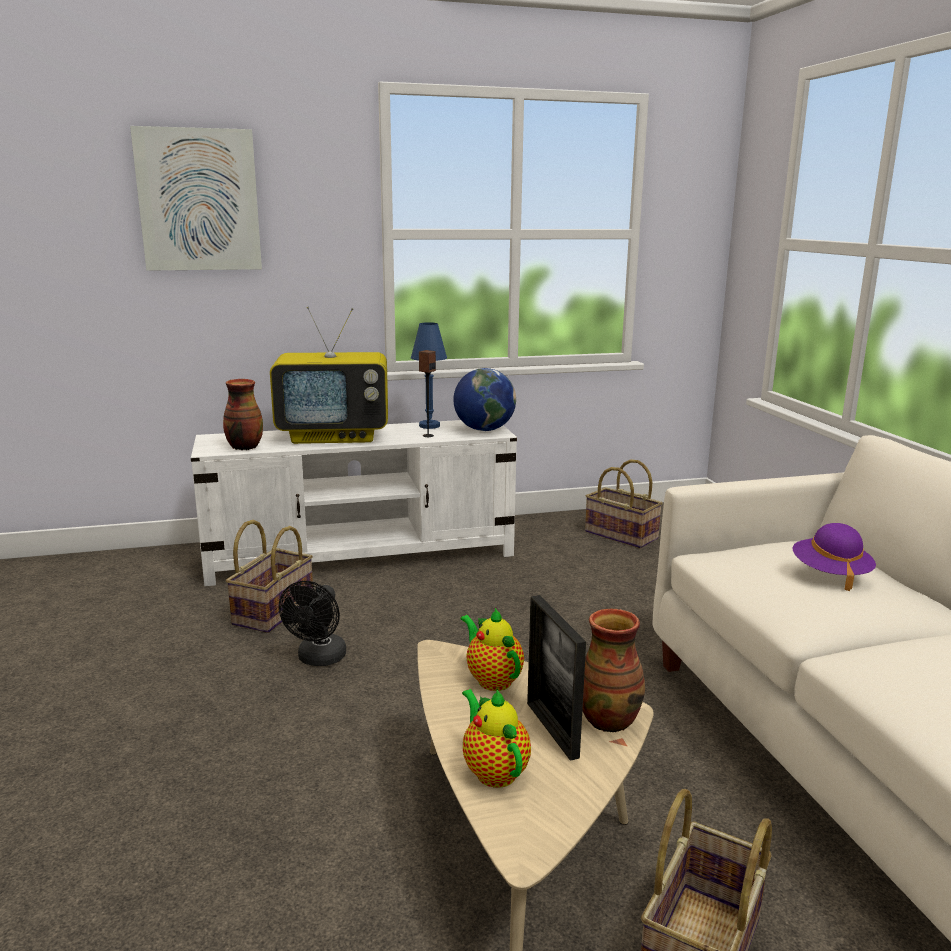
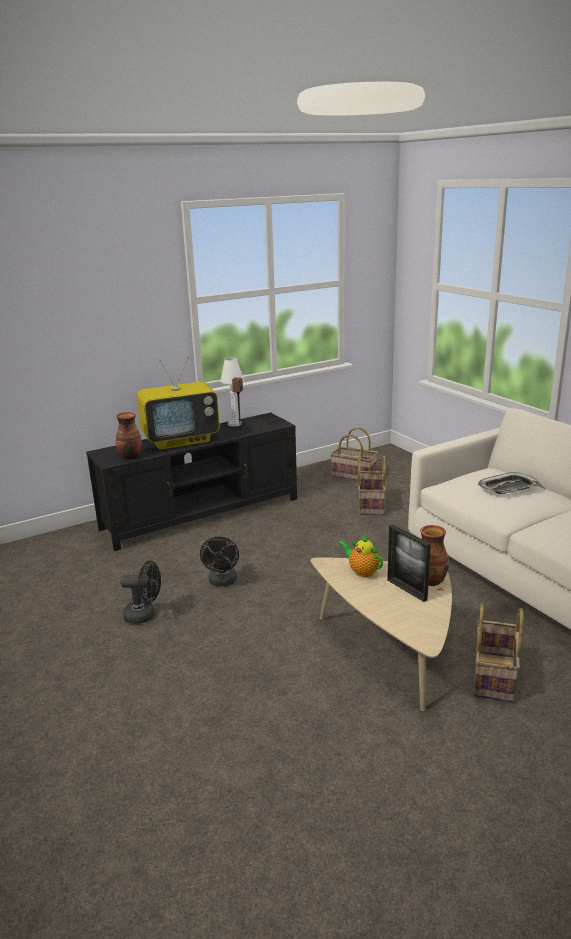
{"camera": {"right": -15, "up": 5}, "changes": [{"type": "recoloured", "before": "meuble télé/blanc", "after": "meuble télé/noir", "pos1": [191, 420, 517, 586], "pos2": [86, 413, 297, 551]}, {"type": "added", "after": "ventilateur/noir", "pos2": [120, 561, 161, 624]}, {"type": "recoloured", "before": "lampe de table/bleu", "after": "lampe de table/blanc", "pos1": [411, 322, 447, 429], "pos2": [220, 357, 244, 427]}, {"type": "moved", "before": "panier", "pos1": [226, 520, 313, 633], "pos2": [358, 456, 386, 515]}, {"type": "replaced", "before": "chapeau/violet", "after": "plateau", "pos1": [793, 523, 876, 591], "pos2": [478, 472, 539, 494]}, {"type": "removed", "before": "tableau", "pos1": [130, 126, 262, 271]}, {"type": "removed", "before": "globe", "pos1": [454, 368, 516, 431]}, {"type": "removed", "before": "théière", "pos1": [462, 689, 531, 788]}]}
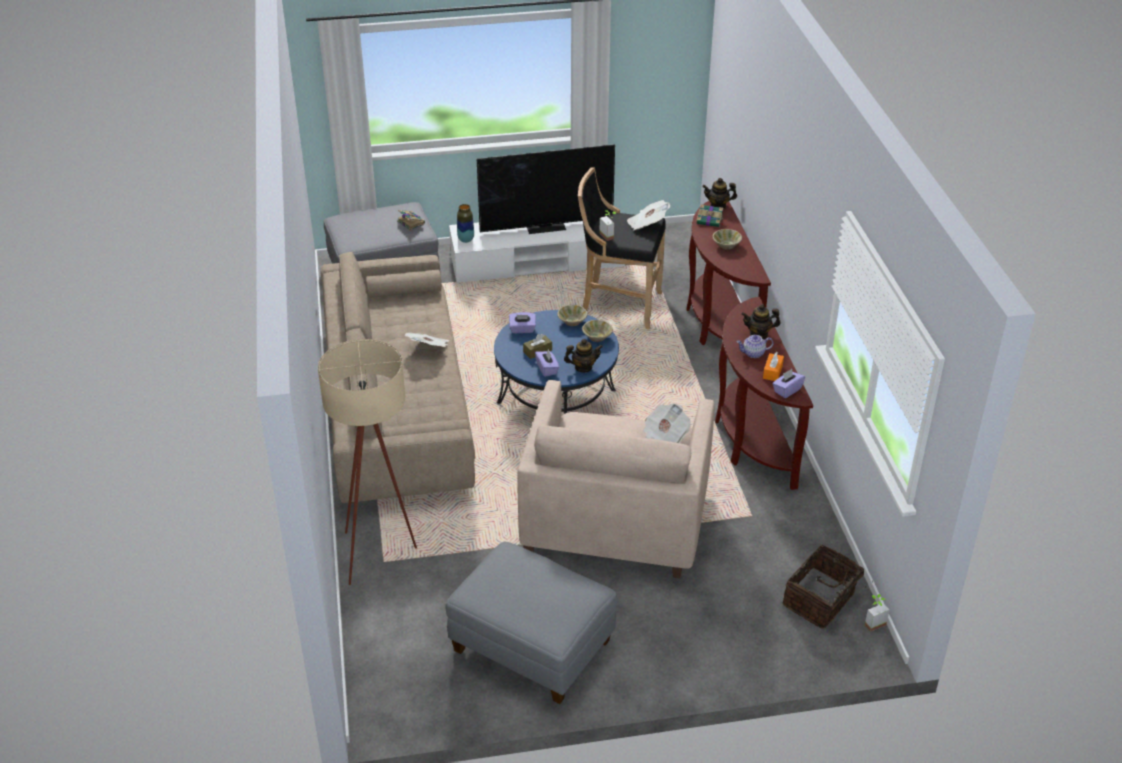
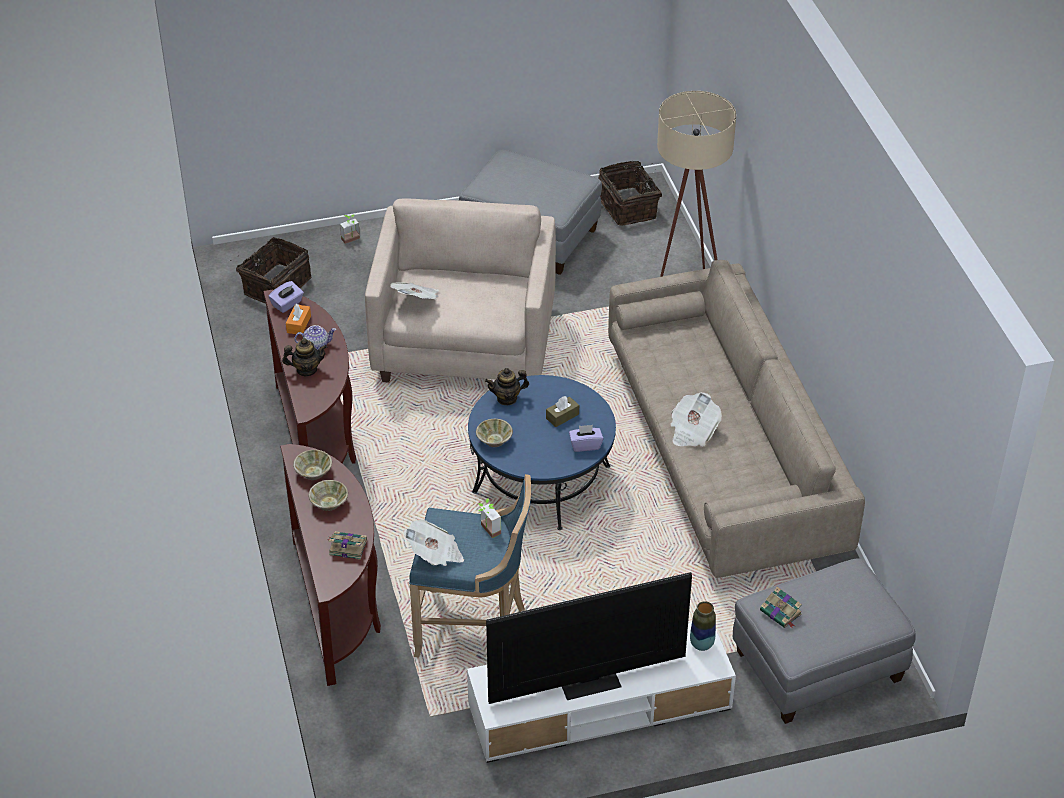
{"camera": {"right": 175, "up": 5}, "changes": [{"type": "moved", "before": "bol/beige", "pos1": [557, 305, 587, 326], "pos2": [293, 450, 332, 480]}, {"type": "moved", "before": "plante en pot", "pos1": [865, 594, 889, 632], "pos2": [340, 214, 360, 244]}, {"type": "recoloured", "before": "tabouret/noir", "after": "tabouret/bleu", "pos1": [578, 167, 666, 330], "pos2": [409, 474, 531, 658]}, {"type": "added", "after": "panier", "pos2": [599, 161, 662, 226]}, {"type": "removed", "before": "boîte à mouchoirs/violet", "pos1": [535, 349, 559, 377]}, {"type": "removed", "before": "théière", "pos1": [702, 178, 737, 210]}]}
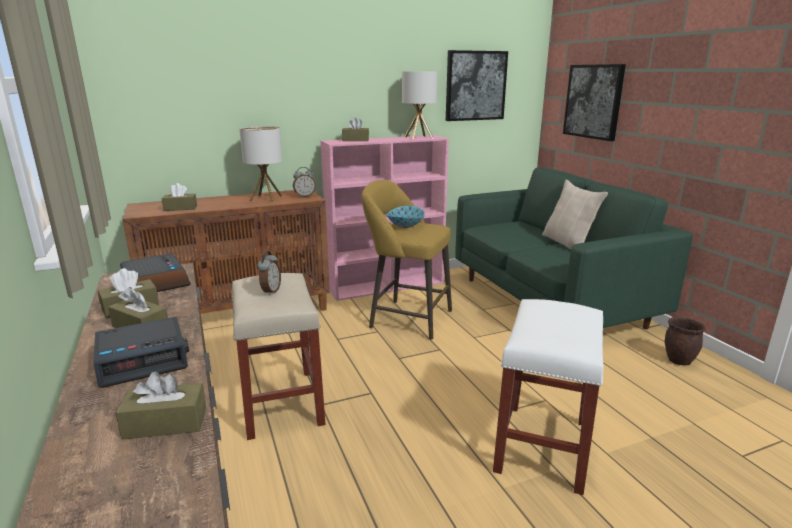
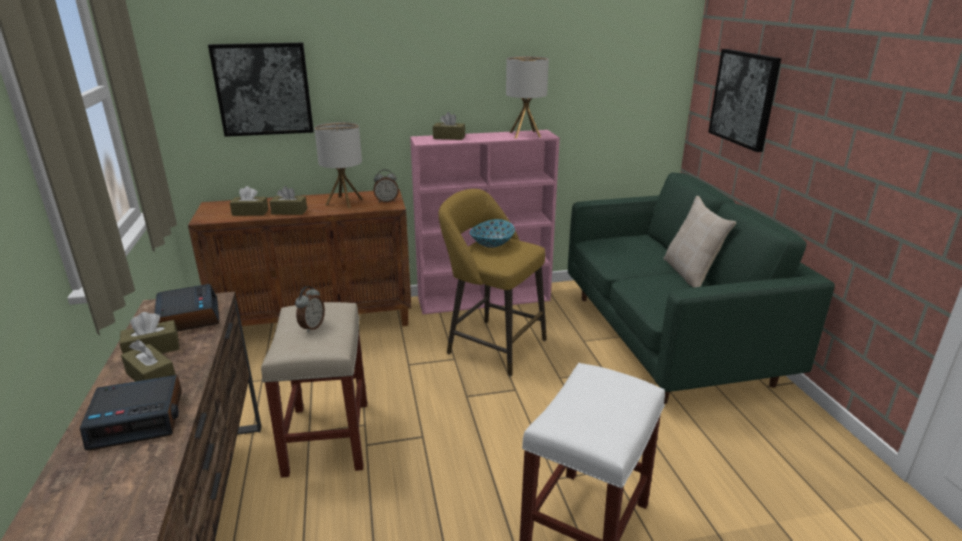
{"camera": {"right": 10, "up": 5}, "changes": [{"type": "moved", "before": "tableau", "pos1": [446, 50, 508, 121], "pos2": [208, 43, 314, 137]}, {"type": "moved", "before": "boîte à mouchoirs/marron", "pos1": [116, 371, 207, 440], "pos2": [270, 186, 307, 215]}, {"type": "removed", "before": "cache-pot/marron", "pos1": [664, 317, 706, 366]}]}
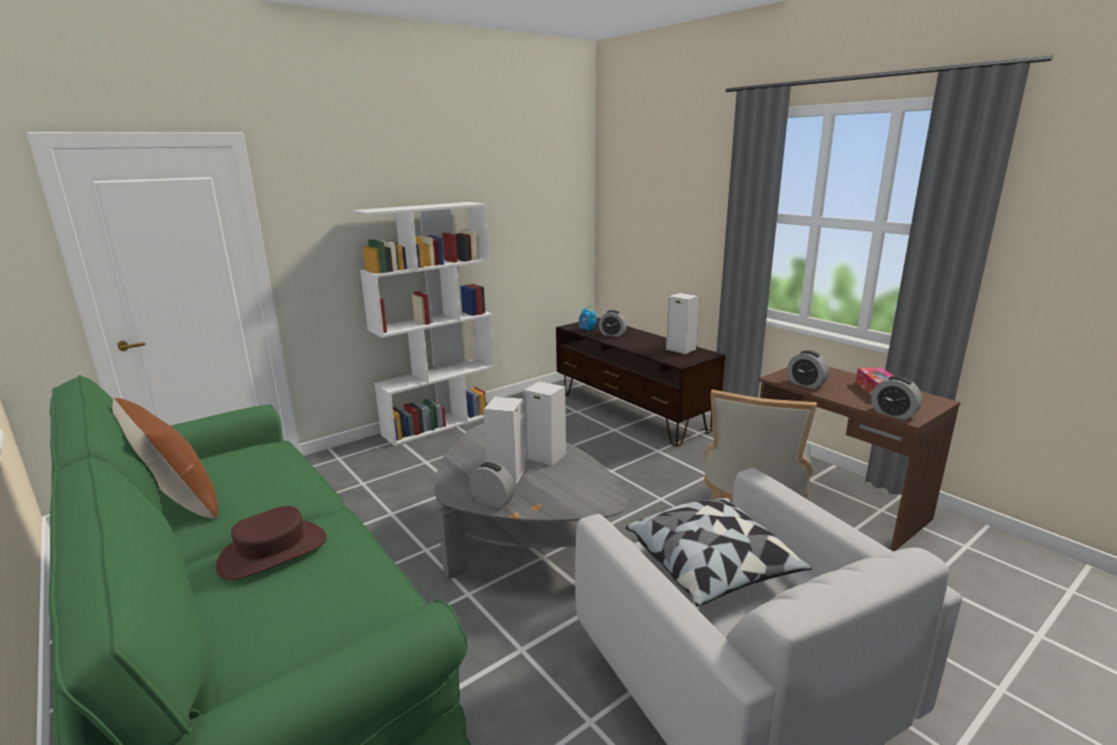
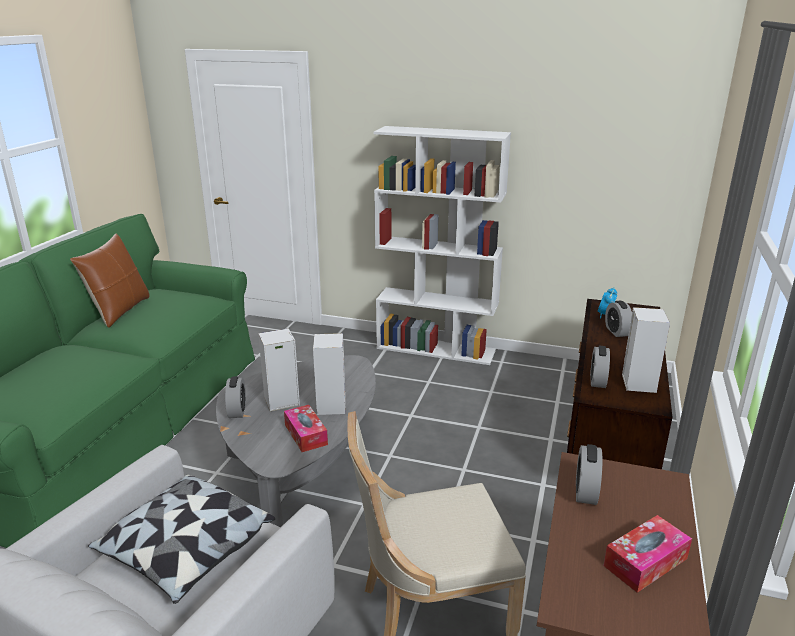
{"camera": {"right": 55, "up": 5}, "changes": [{"type": "added", "after": "boîte à mouchoirs", "pos2": [284, 405, 328, 452]}, {"type": "moved", "before": "réveil", "pos1": [871, 376, 922, 420], "pos2": [590, 346, 610, 388]}, {"type": "removed", "before": "chapeau/marron", "pos1": [216, 506, 327, 580]}]}
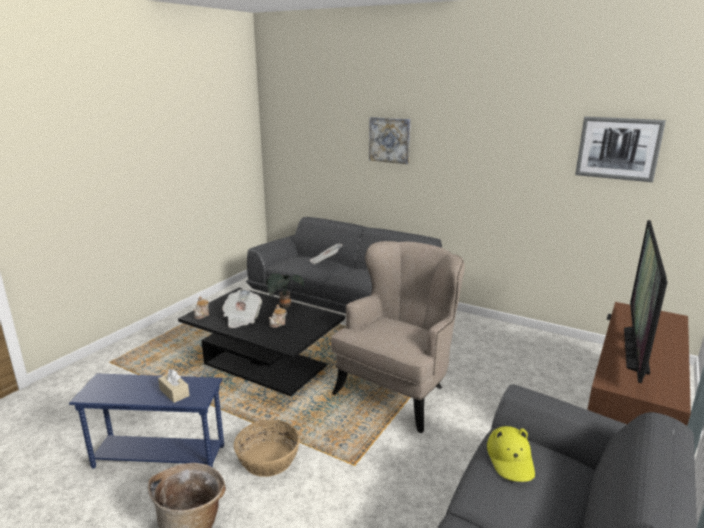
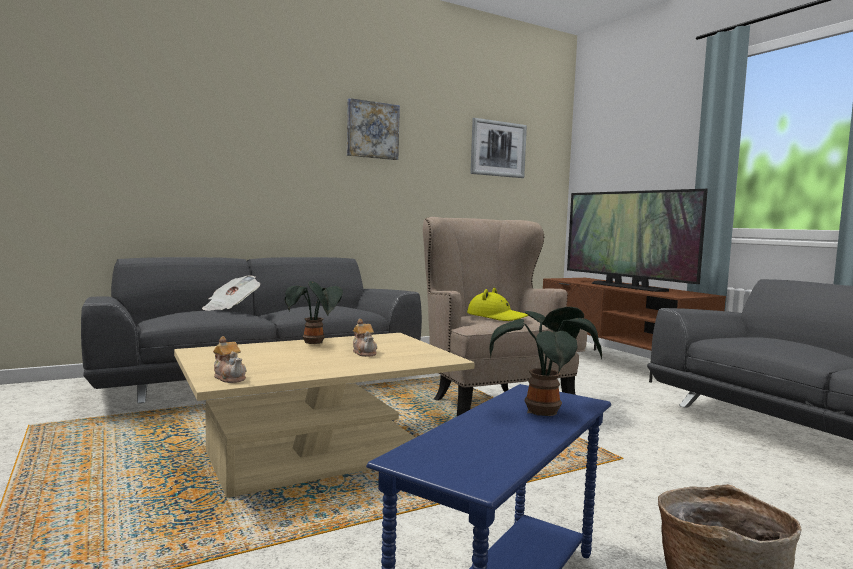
{"camera": {"right": -60, "up": -15}, "changes": [{"type": "recoloured", "before": "table basse/noir", "after": "table basse/beige", "pos1": [178, 288, 345, 396], "pos2": [174, 333, 475, 498]}, {"type": "moved", "before": "tableau", "pos1": [369, 117, 411, 164], "pos2": [347, 98, 400, 160]}, {"type": "moved", "before": "chapeau/jaune", "pos1": [487, 426, 535, 482], "pos2": [467, 287, 529, 321]}, {"type": "replaced", "before": "boîte à mouchoirs/beige", "after": "plante en pot", "pos1": [158, 369, 190, 403], "pos2": [489, 307, 602, 416]}, {"type": "removed", "before": "journal", "pos1": [222, 289, 262, 328]}, {"type": "removed", "before": "panier", "pos1": [234, 420, 300, 477]}]}
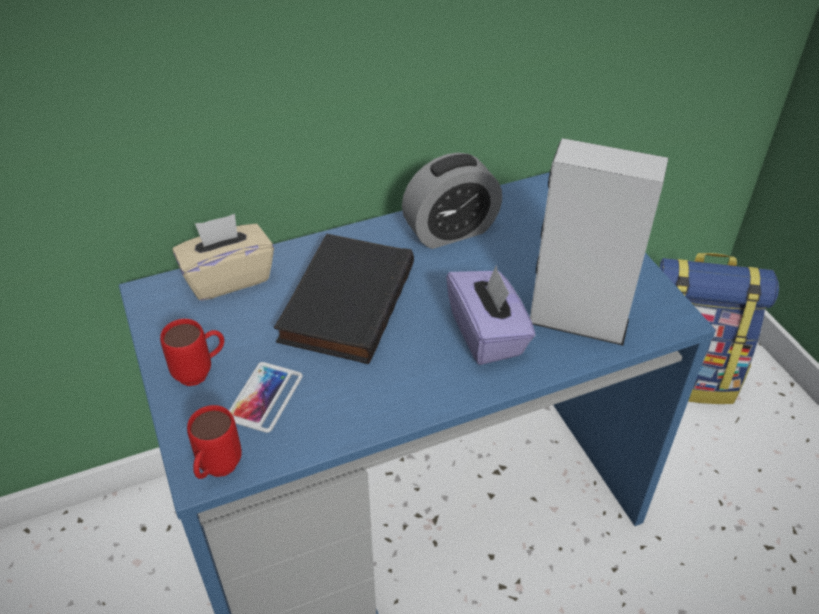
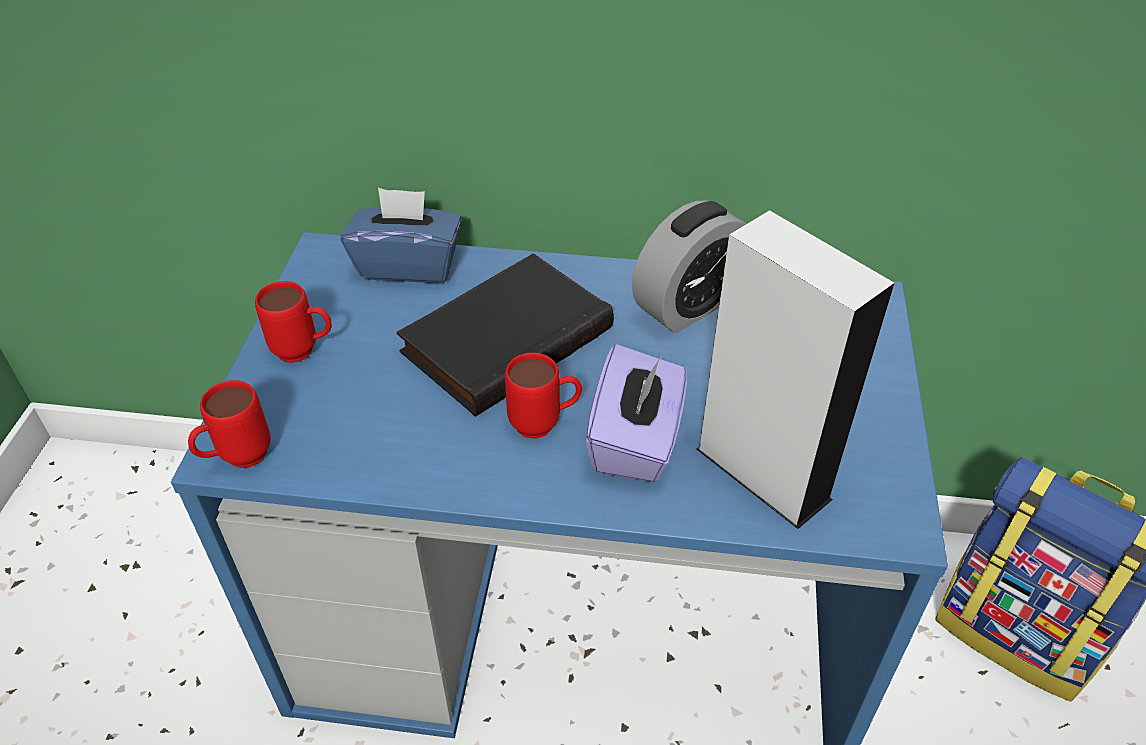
{"camera": {"right": 30, "up": 0}, "changes": [{"type": "recoloured", "before": "boîte à mouchoirs/beige", "after": "boîte à mouchoirs/bleu", "pos1": [172, 214, 274, 301], "pos2": [340, 188, 462, 283]}, {"type": "added", "after": "mug/rouge", "pos2": [505, 353, 582, 439]}, {"type": "turned", "before": "réveil", "pos1": [402, 153, 502, 249], "pos2": [632, 200, 746, 333], "turn": -45}, {"type": "removed", "before": "téléphone", "pos1": [229, 362, 303, 433]}]}
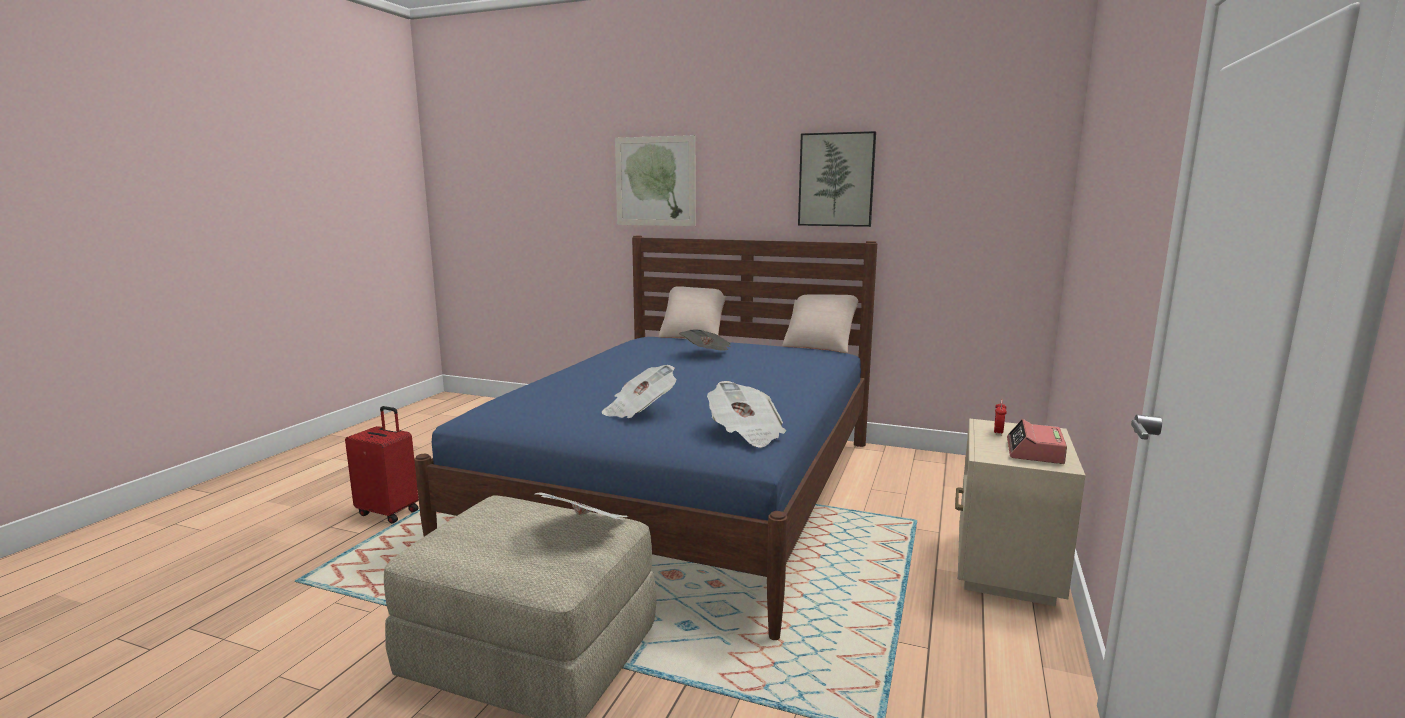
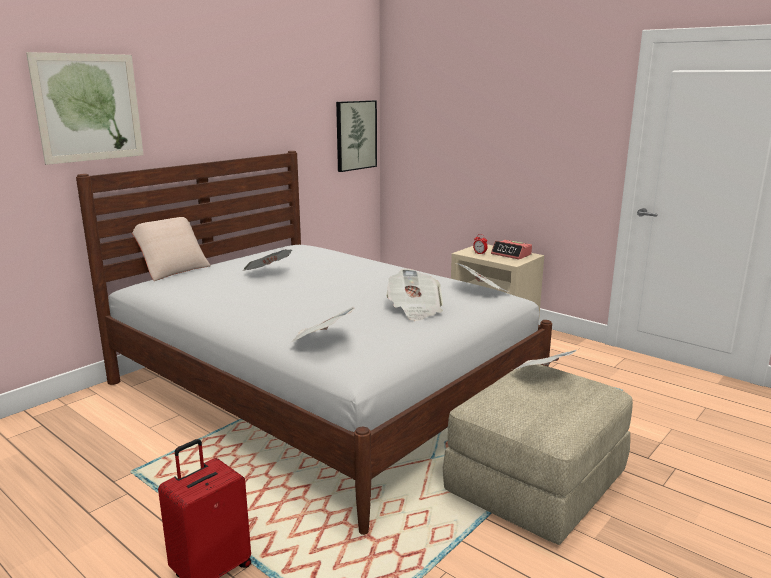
{"camera": {"right": -70, "up": 5}, "changes": [{"type": "recoloured", "before": "lit/bleu", "after": "lit/blanc", "pos1": [414, 236, 877, 640], "pos2": [76, 151, 552, 535]}, {"type": "added", "after": "journal", "pos2": [292, 306, 355, 342]}, {"type": "moved", "before": "tableau", "pos1": [798, 131, 876, 227], "pos2": [336, 100, 377, 172]}, {"type": "removed", "before": "coussin/beige", "pos1": [782, 295, 858, 353]}]}
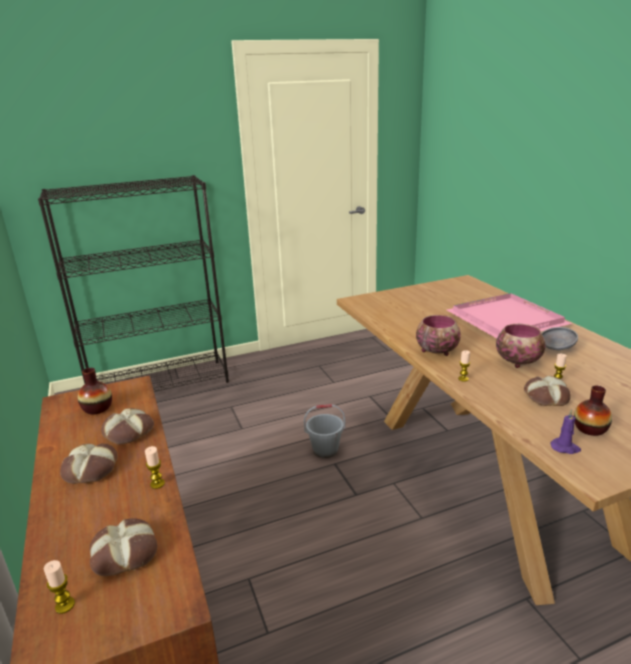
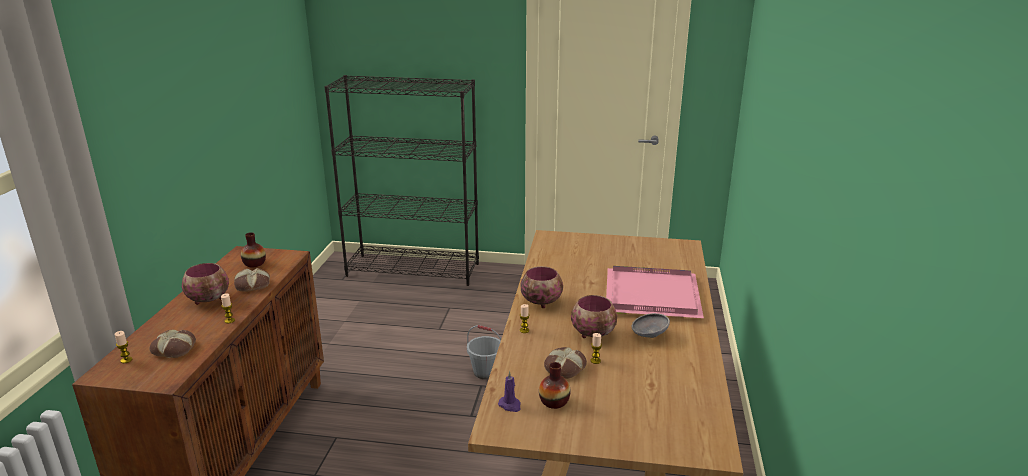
{"camera": {"right": 30, "up": 0}, "changes": [{"type": "replaced", "before": "pain", "after": "bol", "pos1": [60, 443, 118, 484], "pos2": [182, 263, 229, 305]}]}
